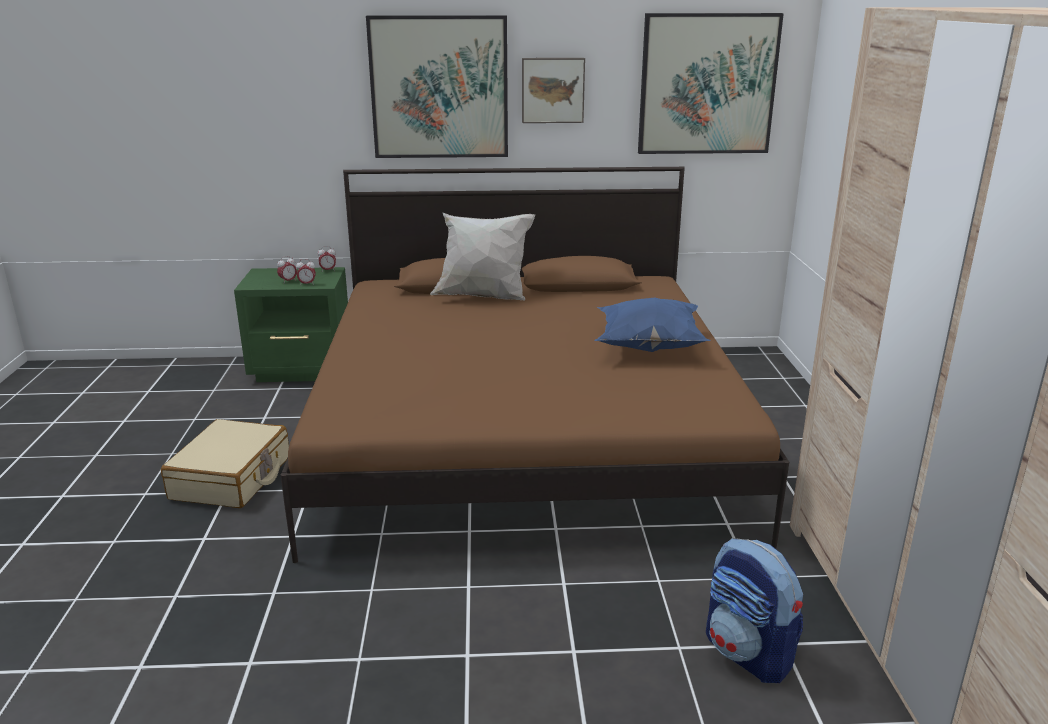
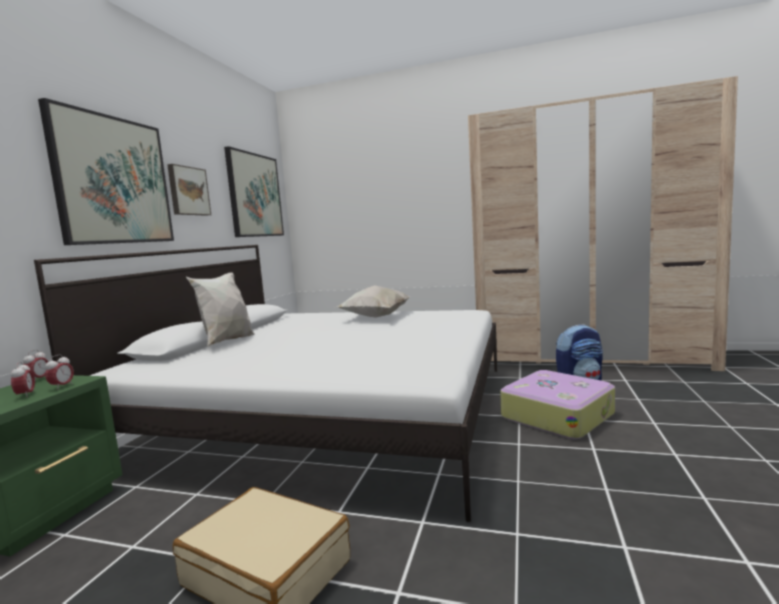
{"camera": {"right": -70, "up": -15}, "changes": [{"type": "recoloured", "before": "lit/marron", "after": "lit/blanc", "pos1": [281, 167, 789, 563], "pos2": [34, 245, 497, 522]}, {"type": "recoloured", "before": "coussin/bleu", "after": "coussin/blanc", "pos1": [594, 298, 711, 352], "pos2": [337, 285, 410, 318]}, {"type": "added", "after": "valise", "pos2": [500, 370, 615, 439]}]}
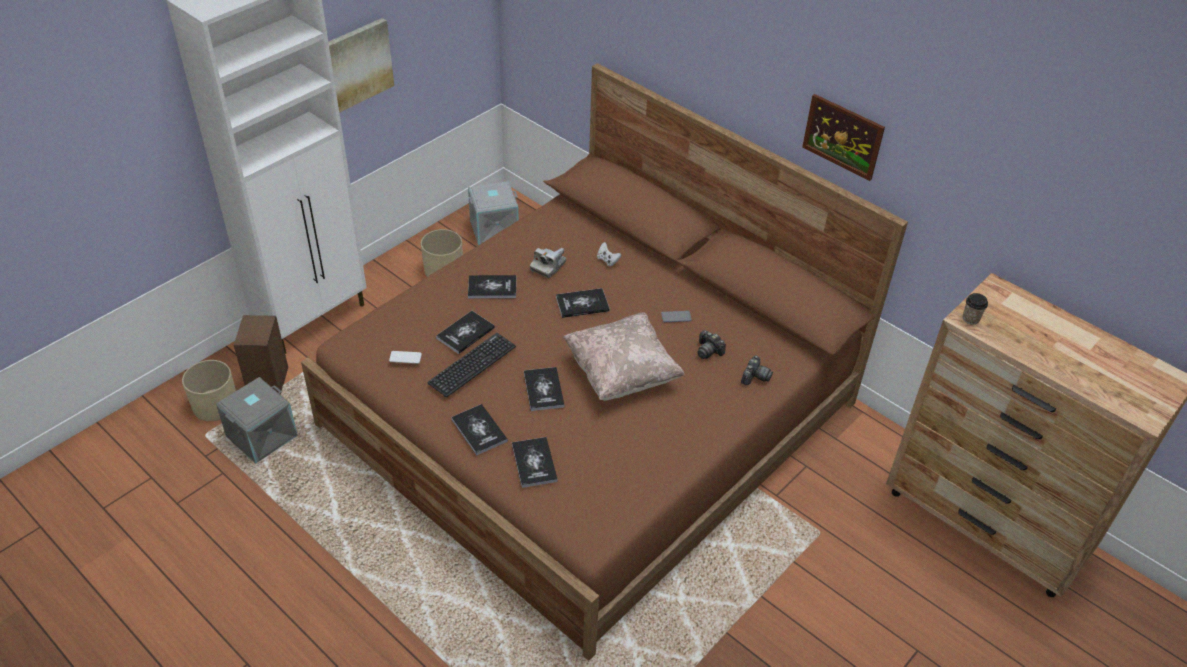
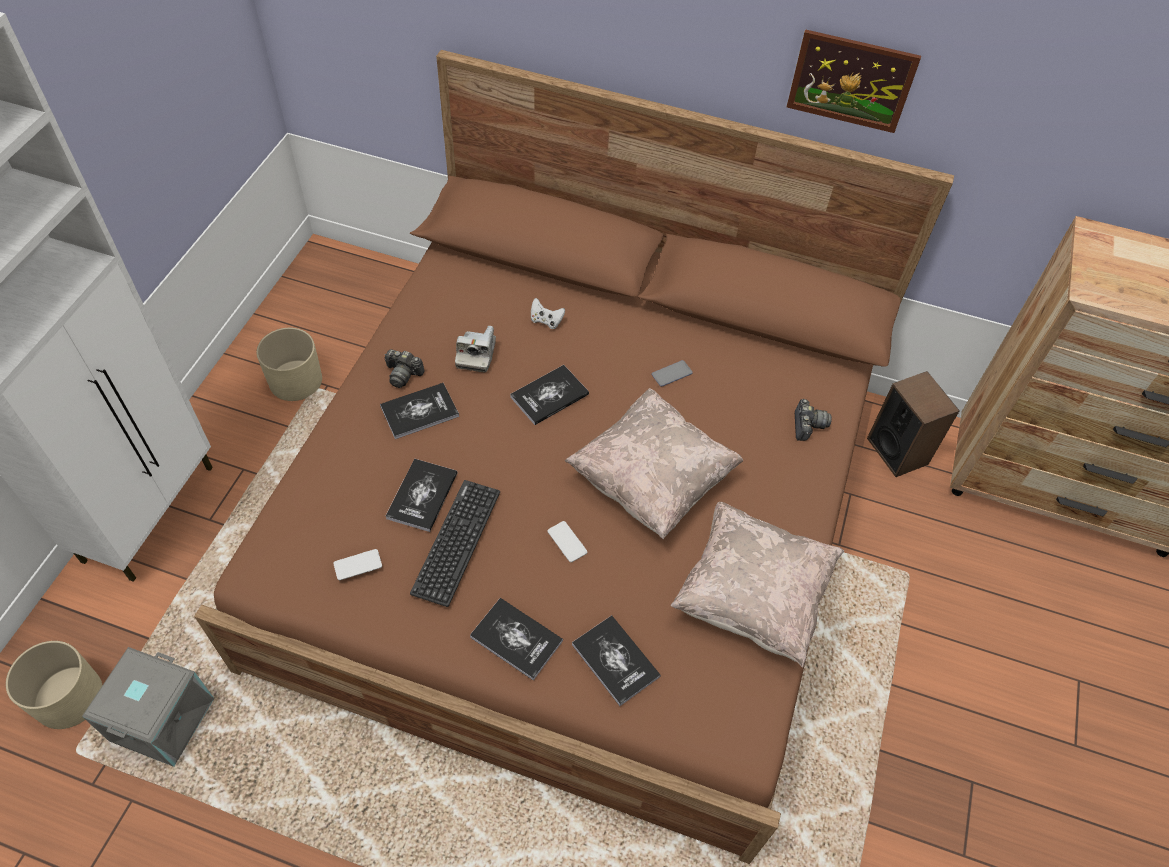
{"camera": {"right": -25, "up": 10}, "changes": [{"type": "moved", "before": "appareil photo", "pos1": [697, 330, 726, 359], "pos2": [384, 349, 425, 388]}, {"type": "replaced", "before": "livre", "after": "téléphone", "pos1": [524, 367, 565, 411], "pos2": [548, 521, 587, 562]}, {"type": "added", "after": "coussin/beige", "pos2": [670, 502, 844, 668]}, {"type": "moved", "before": "enceinte", "pos1": [234, 315, 288, 395], "pos2": [867, 371, 960, 477]}, {"type": "removed", "before": "tableau", "pos1": [328, 18, 394, 113]}, {"type": "removed", "before": "boîte de rangement/gris", "pos1": [468, 181, 519, 245]}, {"type": "removed", "before": "tasse", "pos1": [963, 293, 988, 324]}]}
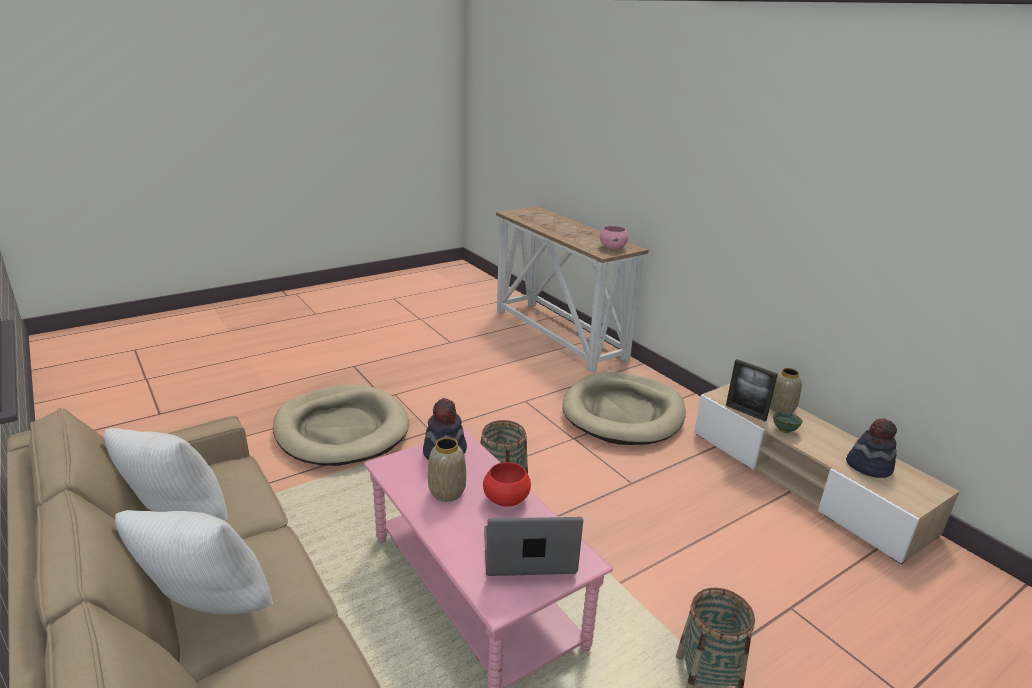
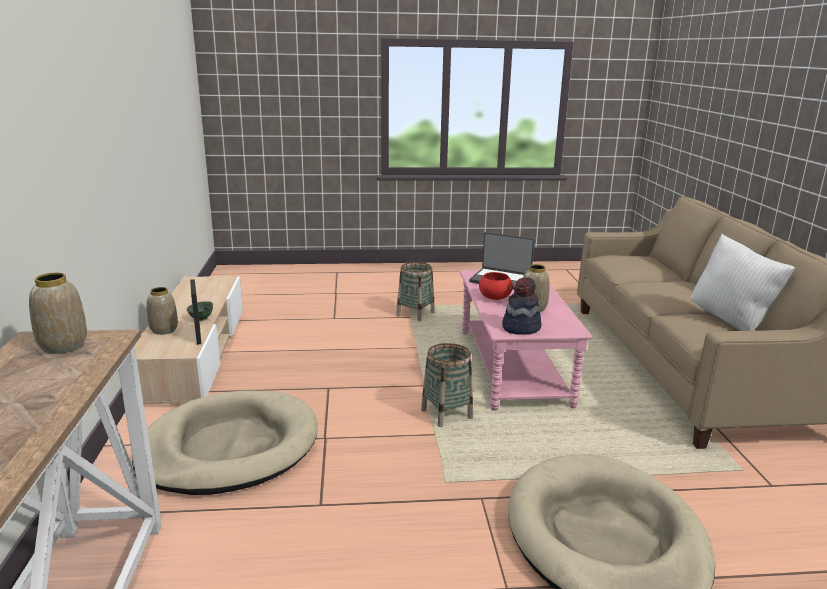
{"camera": {"right": -150, "up": -5}, "changes": [{"type": "replaced", "before": "bol/rose", "after": "vase", "pos1": [600, 226, 628, 250], "pos2": [29, 273, 87, 354]}, {"type": "removed", "before": "coussin/blanc", "pos1": [115, 510, 273, 615]}, {"type": "removed", "before": "chapeau", "pos1": [846, 418, 897, 478]}]}
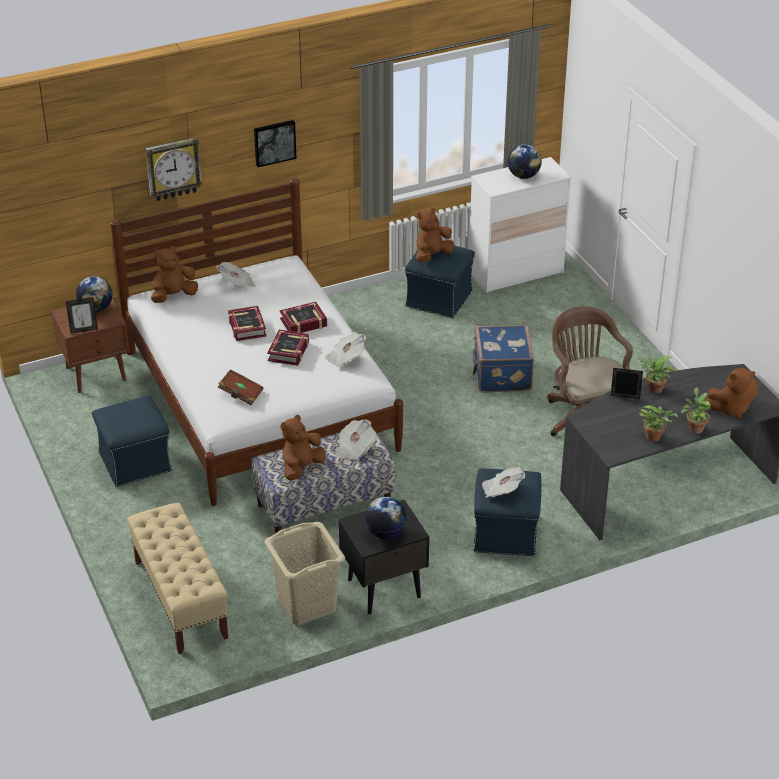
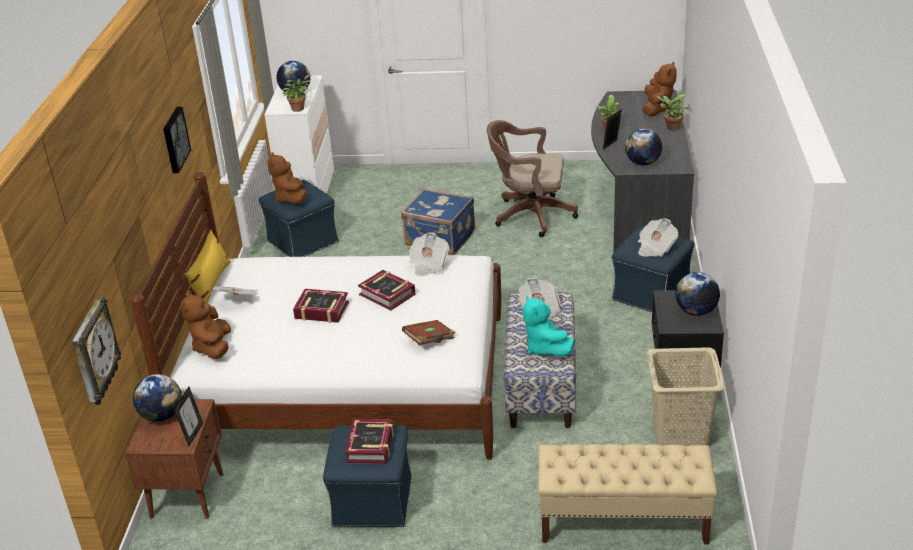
{"camera": {"right": -60, "up": -5}, "changes": [{"type": "moved", "before": "horloge murale", "pos1": [145, 137, 202, 201], "pos2": [72, 296, 122, 405]}, {"type": "added", "after": "coussin/jaune", "pos2": [185, 230, 231, 304]}, {"type": "moved", "before": "plante en pot", "pos1": [639, 405, 678, 442], "pos2": [282, 75, 312, 112]}, {"type": "moved", "before": "livre", "pos1": [280, 302, 327, 333], "pos2": [345, 419, 394, 464]}, {"type": "recoloured", "before": "peluche/marron", "after": "peluche/turquoise", "pos1": [281, 415, 326, 480], "pos2": [523, 296, 574, 356]}, {"type": "added", "after": "globe", "pos2": [625, 129, 662, 165]}]}
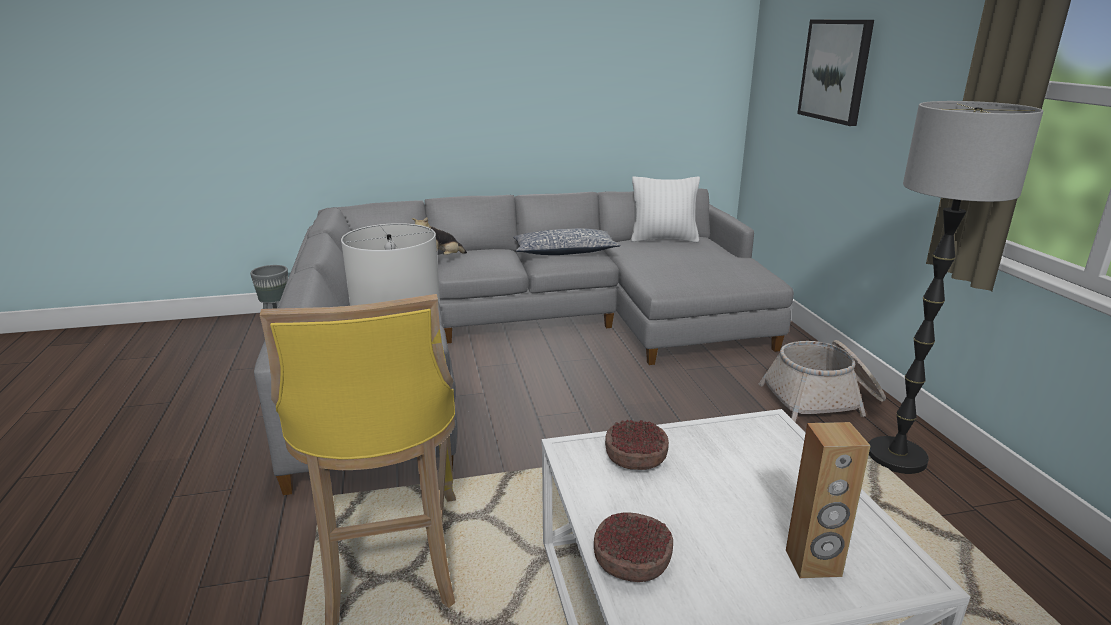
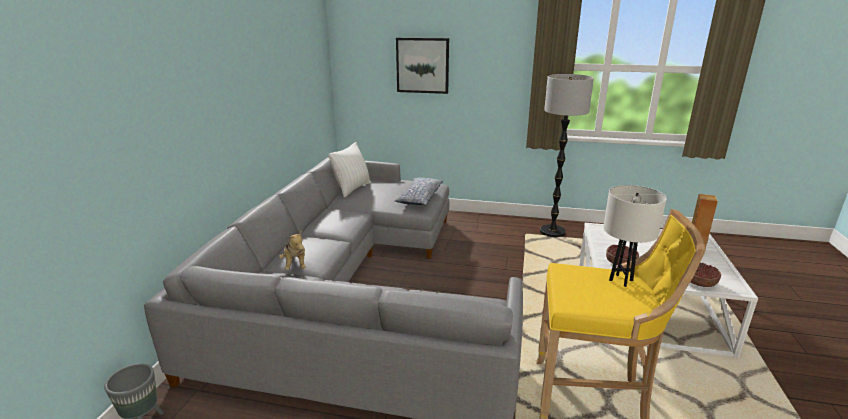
{"camera": {"right": -65, "up": 0}, "changes": [{"type": "moved", "before": "coussin", "pos1": [513, 228, 621, 255], "pos2": [395, 178, 443, 206]}, {"type": "removed", "before": "panier", "pos1": [759, 340, 886, 422]}]}
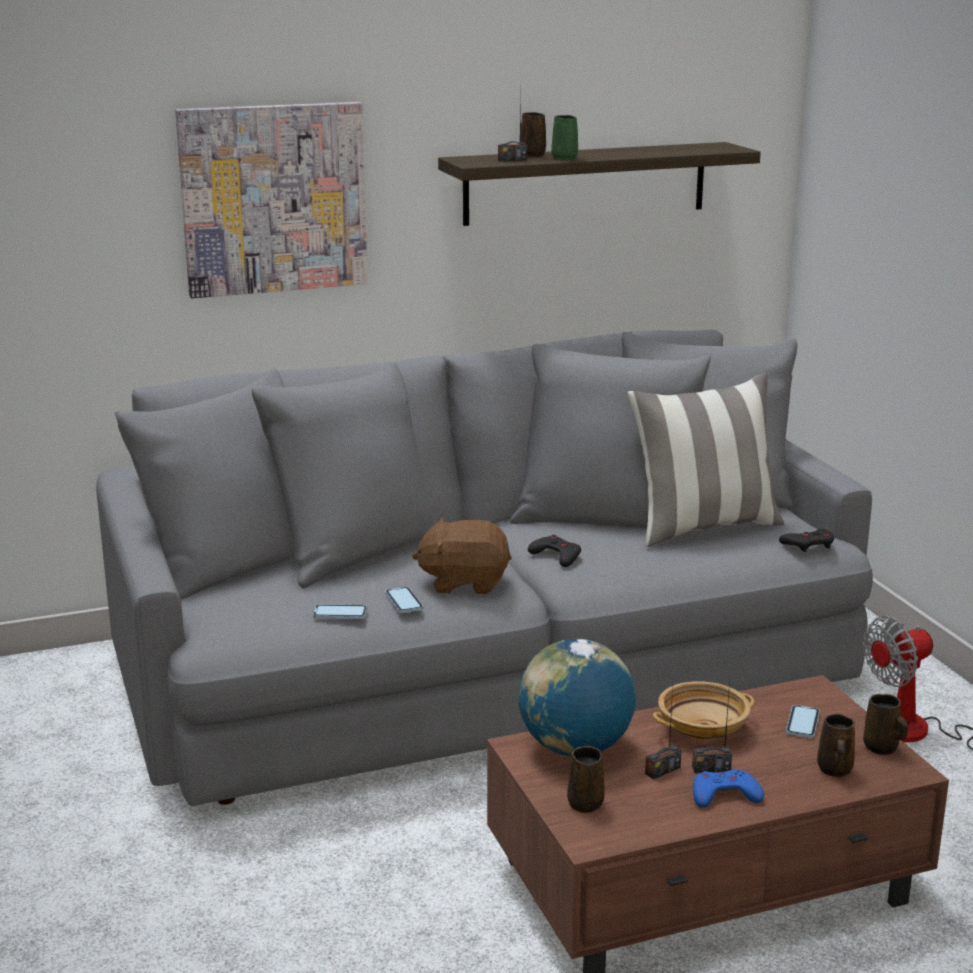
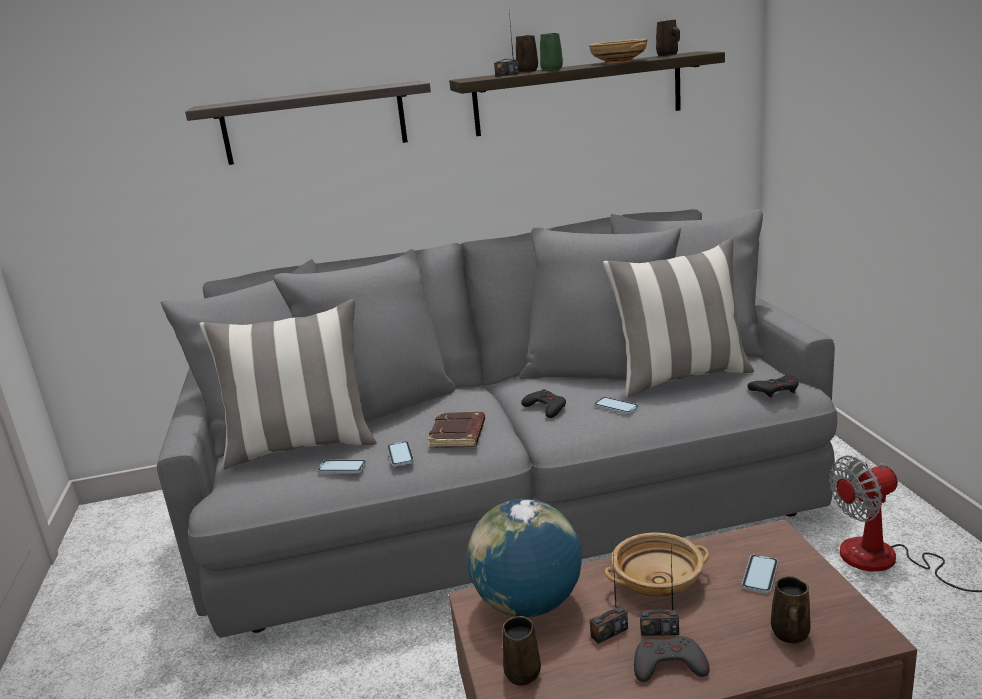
{"camera": {"right": 10, "up": 0}, "changes": [{"type": "replaced", "before": "tableau", "after": "étagère", "pos1": [175, 102, 368, 298], "pos2": [185, 80, 431, 165]}, {"type": "added", "after": "coussin", "pos2": [200, 299, 377, 470]}, {"type": "replaced", "before": "peluche/marron", "after": "livre/marron", "pos1": [412, 518, 512, 594], "pos2": [428, 412, 485, 448]}, {"type": "added", "after": "bol/beige", "pos2": [588, 39, 648, 64]}, {"type": "added", "after": "téléphone", "pos2": [594, 397, 639, 414]}, {"type": "recoloured", "before": "manette/bleu", "after": "manette/gris", "pos1": [693, 770, 764, 807], "pos2": [634, 636, 709, 682]}, {"type": "moved", "before": "mug/marron", "pos1": [863, 694, 908, 755], "pos2": [656, 19, 680, 56]}]}
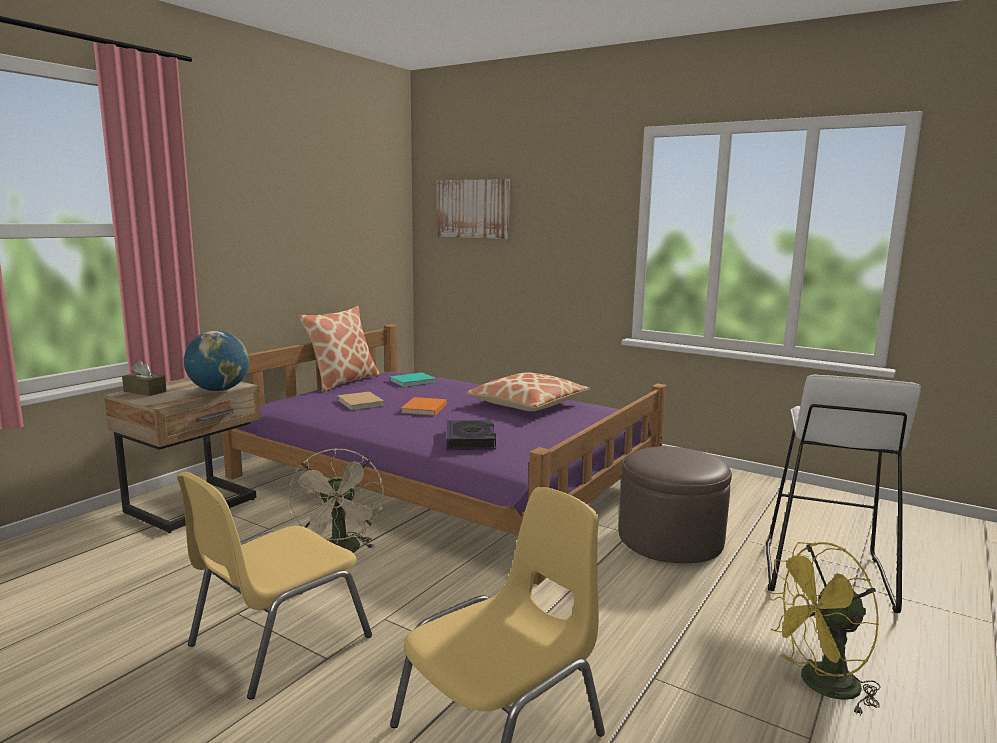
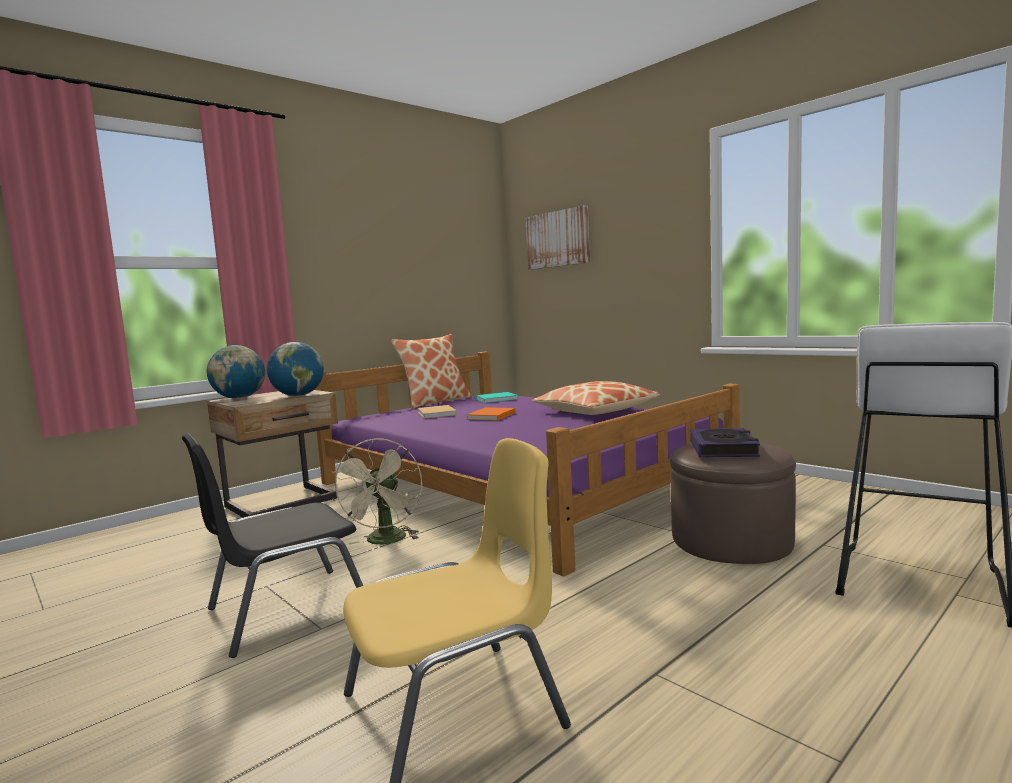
{"camera": {"right": 15, "up": -5}, "changes": [{"type": "recoloured", "before": "chaise/jaune", "after": "chaise/noir", "pos1": [177, 472, 372, 700], "pos2": [182, 433, 363, 658]}, {"type": "replaced", "before": "boîte à mouchoirs/marron", "after": "globe", "pos1": [122, 361, 166, 396], "pos2": [207, 345, 265, 399]}, {"type": "moved", "before": "livre", "pos1": [447, 420, 496, 450], "pos2": [690, 428, 760, 457]}, {"type": "removed", "before": "ventilateur/jaune", "pos1": [766, 542, 881, 716]}]}
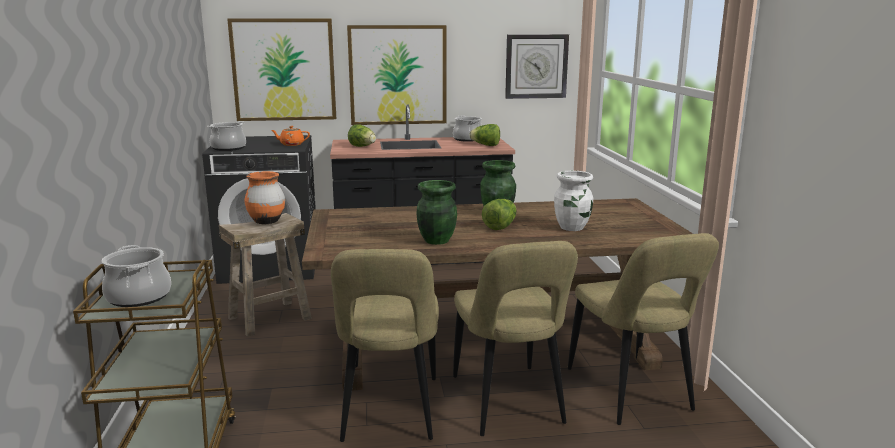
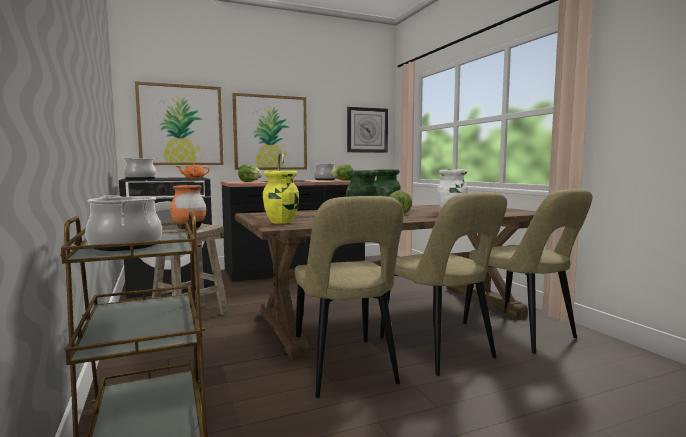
{"camera": {"right": -15, "up": -10}, "changes": [{"type": "added", "after": "vase/jaune", "pos2": [263, 171, 299, 224]}]}
